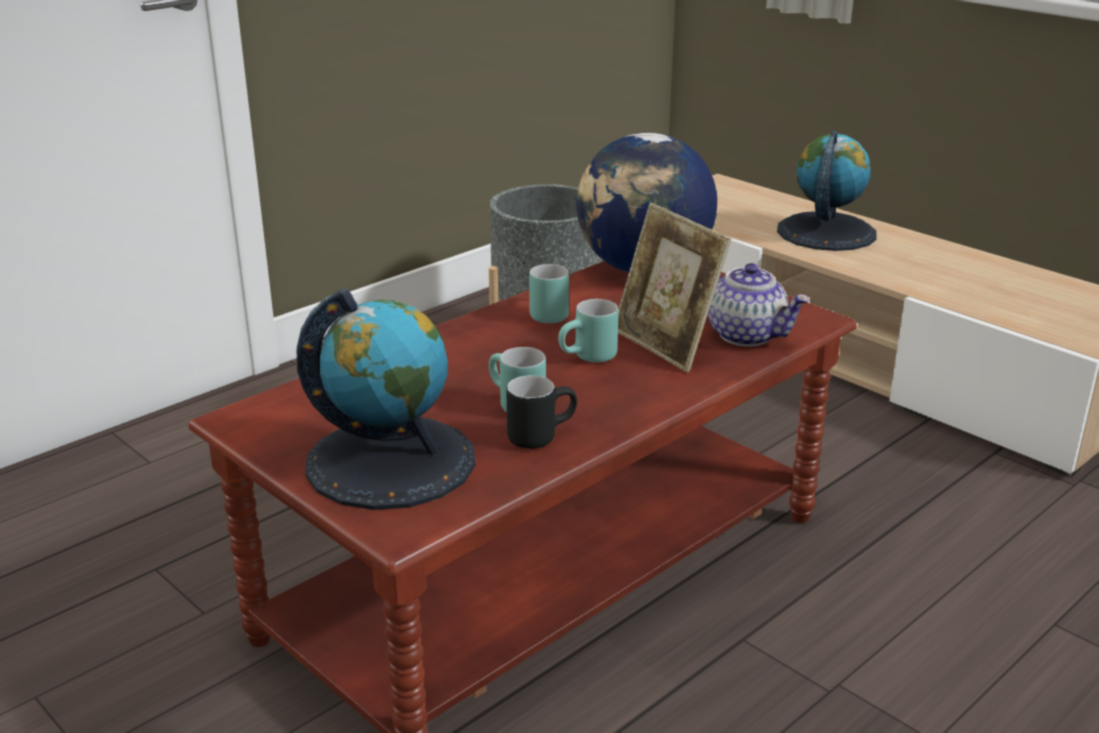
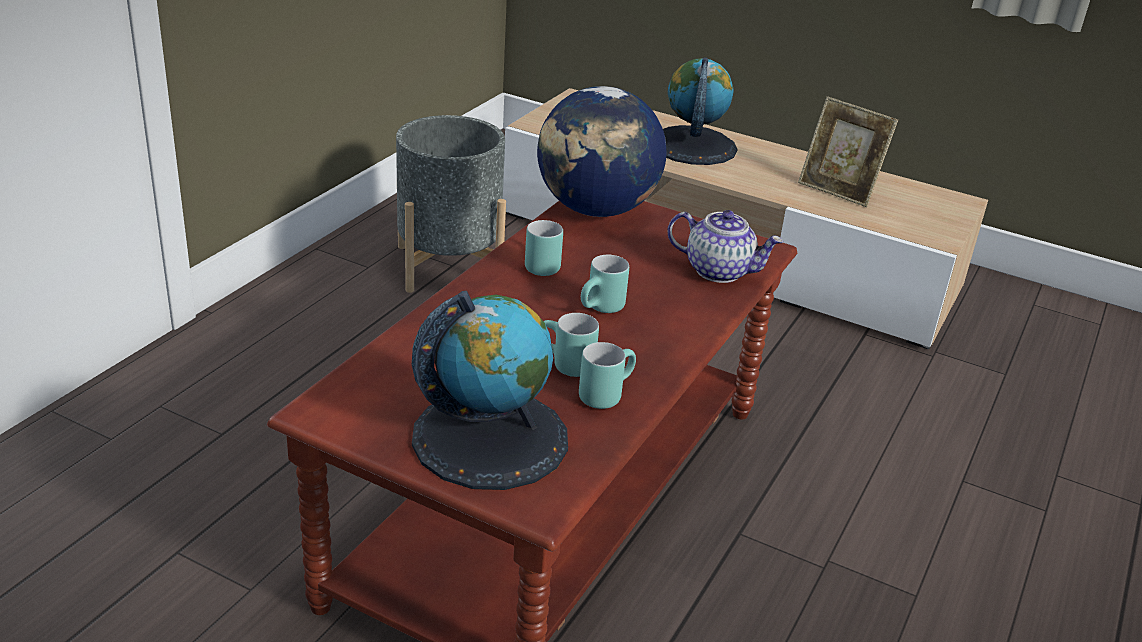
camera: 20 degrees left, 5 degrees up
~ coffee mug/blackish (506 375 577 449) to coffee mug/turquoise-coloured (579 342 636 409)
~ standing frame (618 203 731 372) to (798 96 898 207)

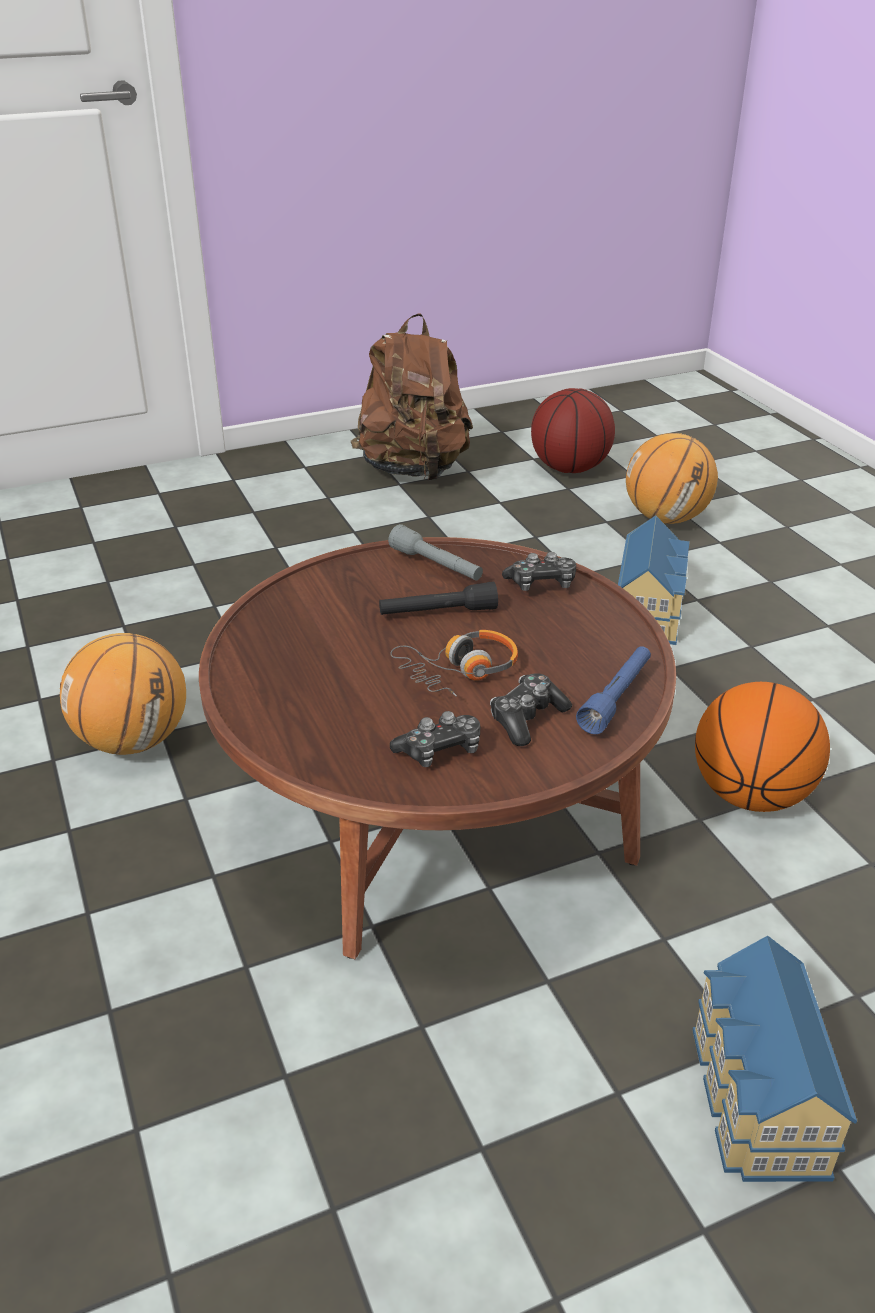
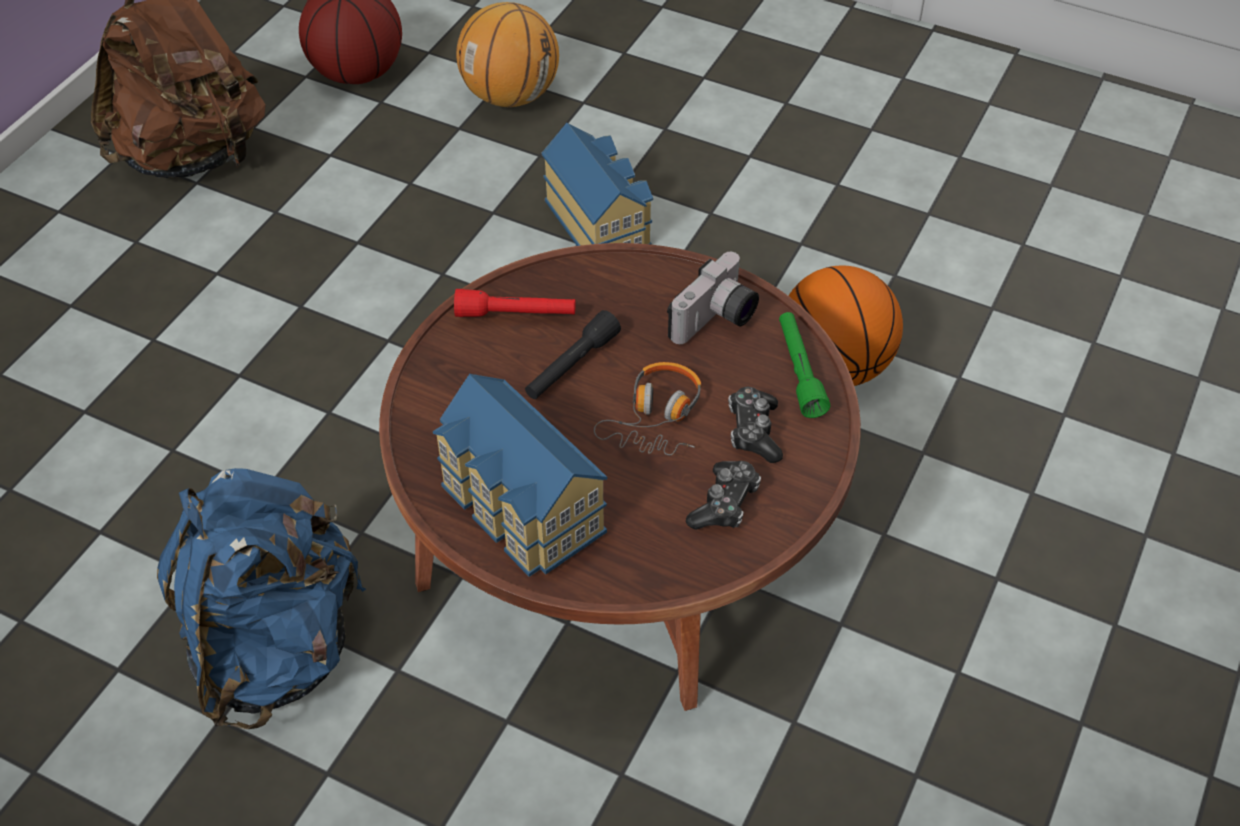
camera: 40 degrees left, 15 degrees up
~ ball for basketball (60 633 186 755) to rucksack/bluish (157 468 366 729)
~ hand torch/grey (388 524 483 581) to hand torch/reddish (454 289 576 317)
- joypad (502 552 576 591)
~ hand torch/bluish (576 646 651 734) to hand torch/greenish (779 312 830 418)
~ miniature house (692 936 857 1182) to (433 374 607 577)
+ photo camera (667 252 759 344)

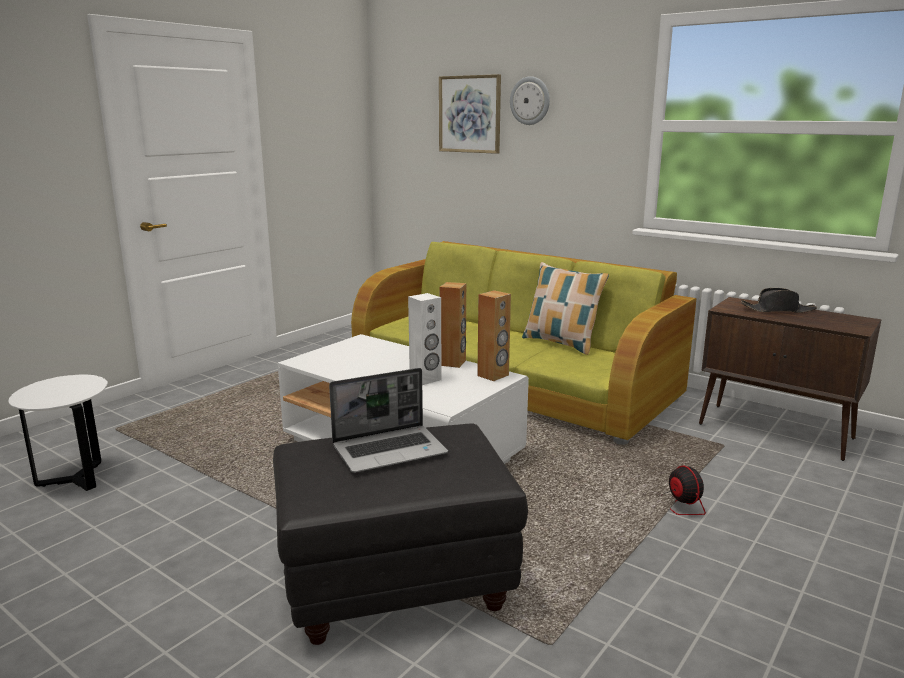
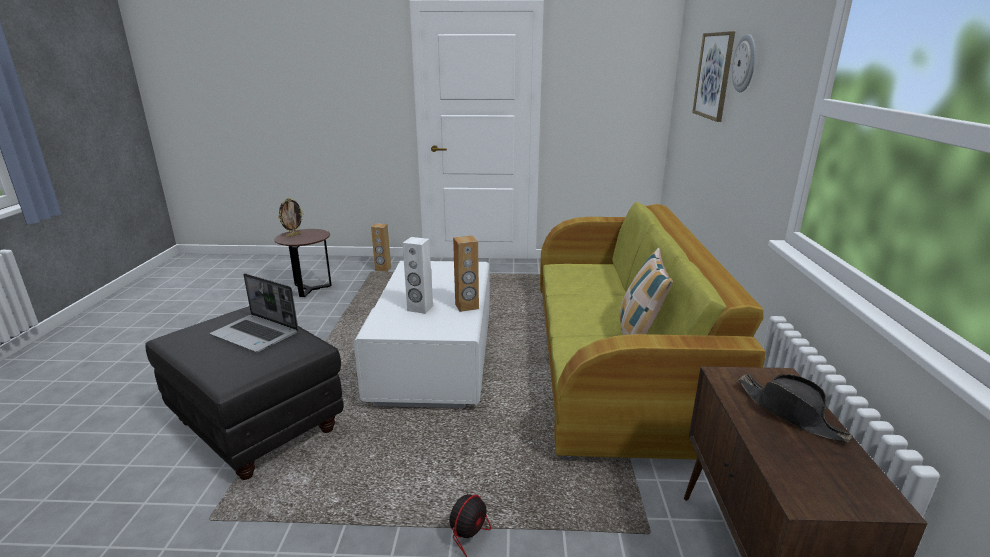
camera: 55 degrees right, 5 degrees up
~ end table/white (9 375 108 491) to end table/brown-coloured (274 229 331 297)
~ loudspeaker/brown-coloured (477 290 511 381) to (371 223 391 272)
+ standing frame (278 198 304 237)

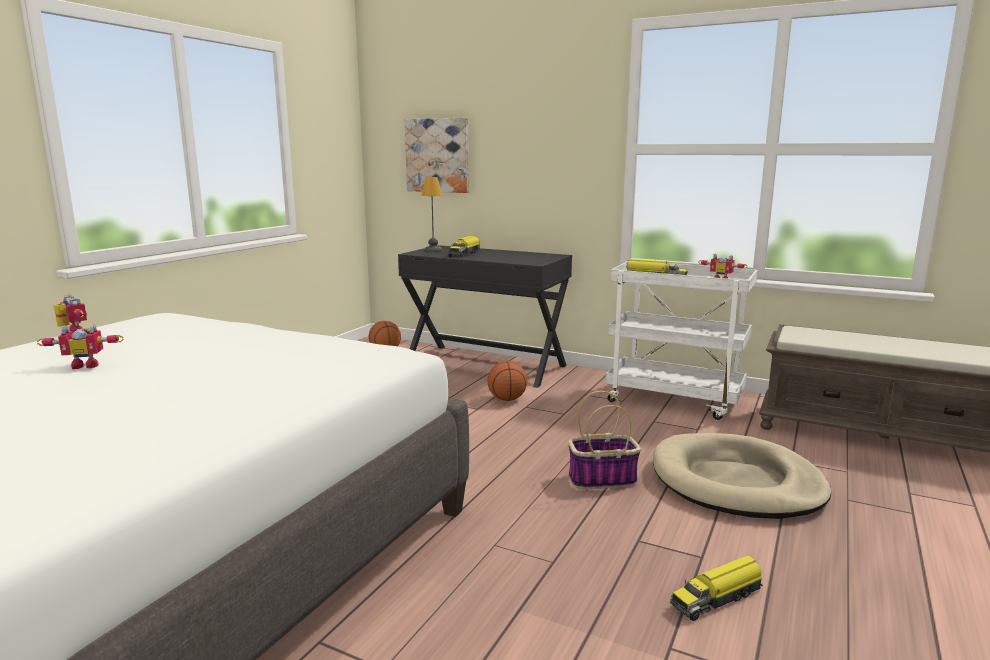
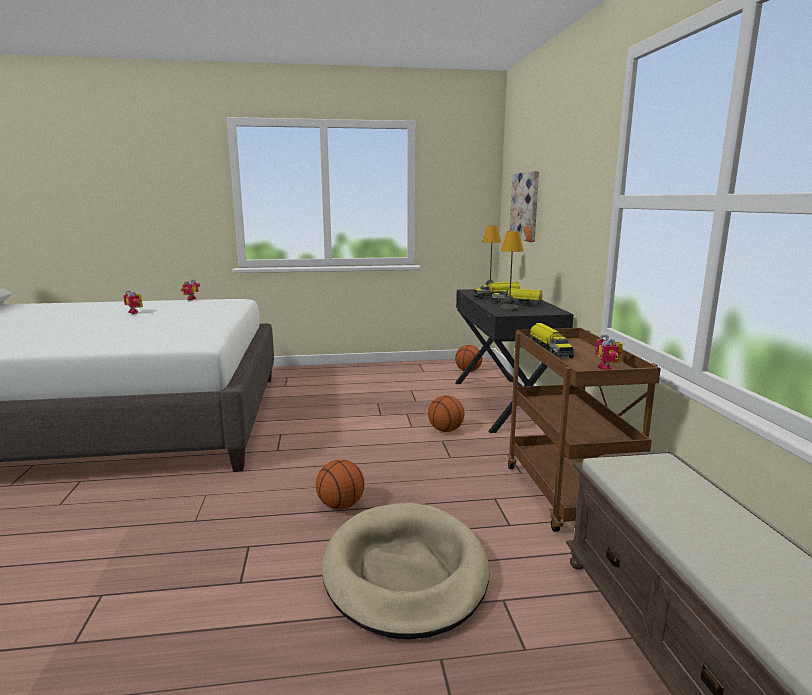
camera: 55 degrees right, 0 degrees up
~ household basket (568 391 641 489) to ball for basketball (316 459 365 509)
~ cart/white (606 262 758 420) to cart/brown-coloured (508 328 661 532)
~ toy lorry (670 555 763 621) to (491 288 544 307)
+ lamp for a table (500 231 524 311)

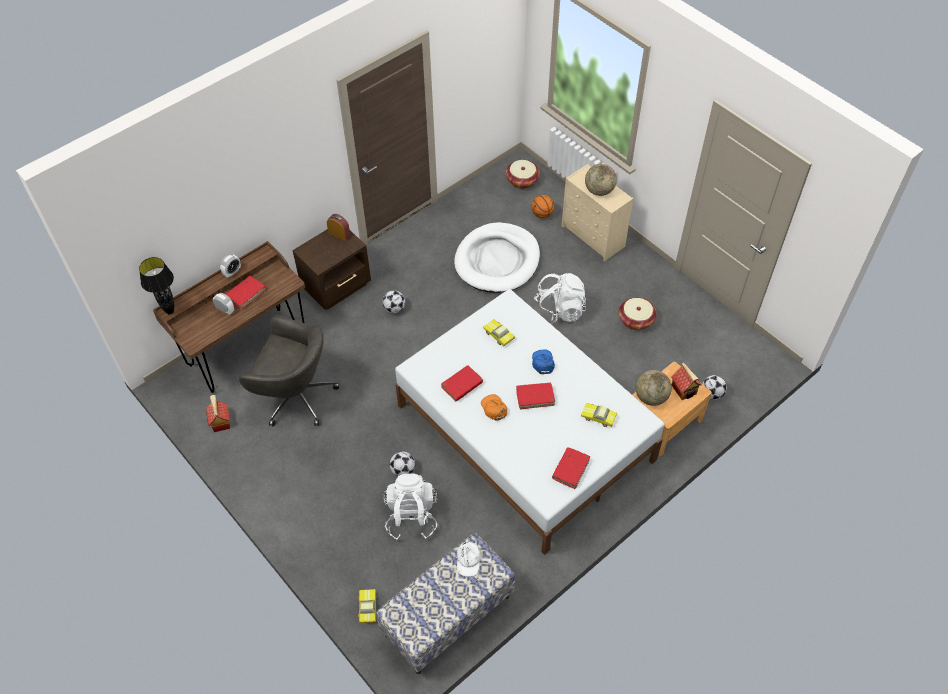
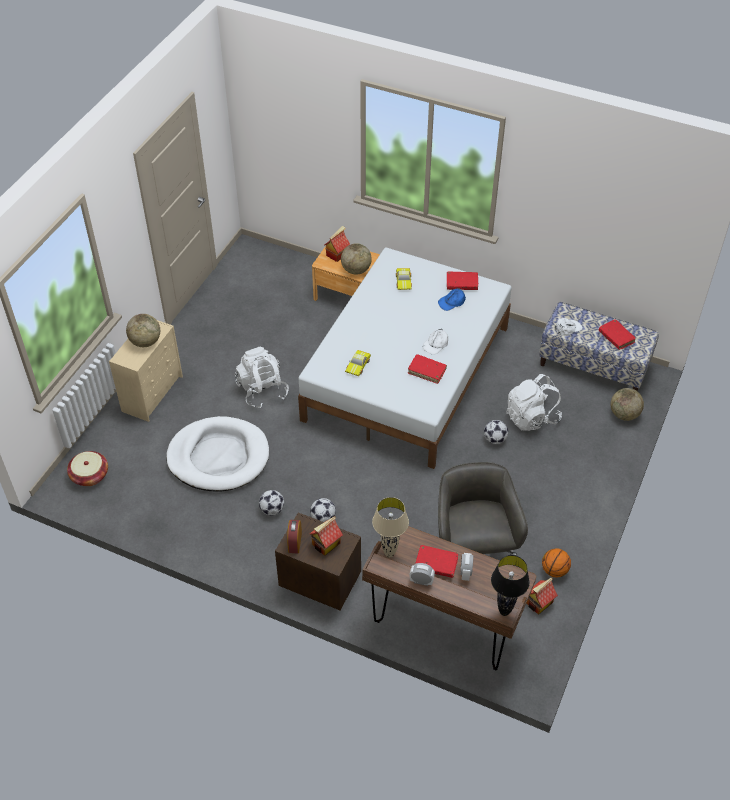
camera: 115 degrees left, 5 degrees down
~ model car (358 589 377 623) to desk globe (611 388 644 421)
~ peaked cap/orangey (481 394 507 421) to peaked cap/white (423 329 448 355)
~ bound book/reddish (516 383 555 409) to (599 319 636 349)
~ ball for basketball (531 195 555 218) to (542 548 571 578)
~ peaked cap/bluish (532 349 555 374) to (438 288 466 311)
- household basket (619 297 657 330)
~ ball for football (702 375 727 400) to (259 490 284 516)
+ miniature house (310 516 343 556)
+ lamp for a table/beige (372 497 409 557)

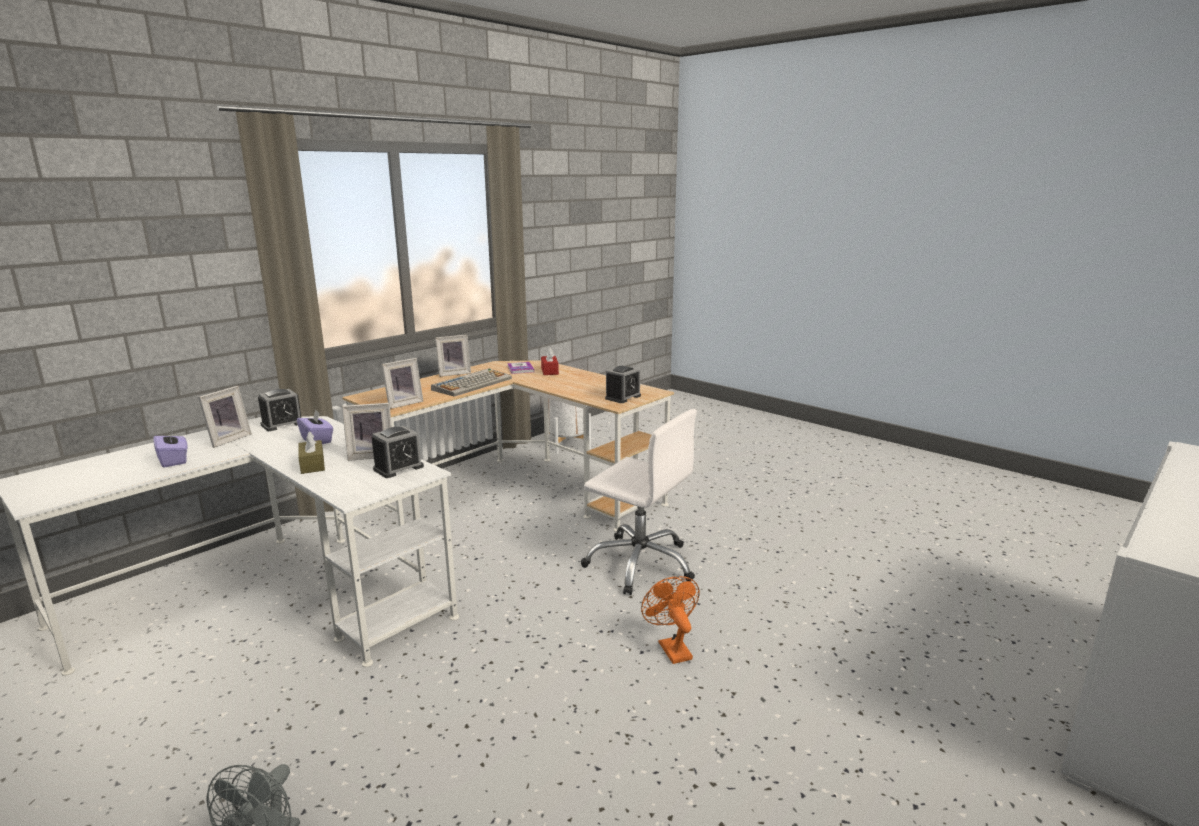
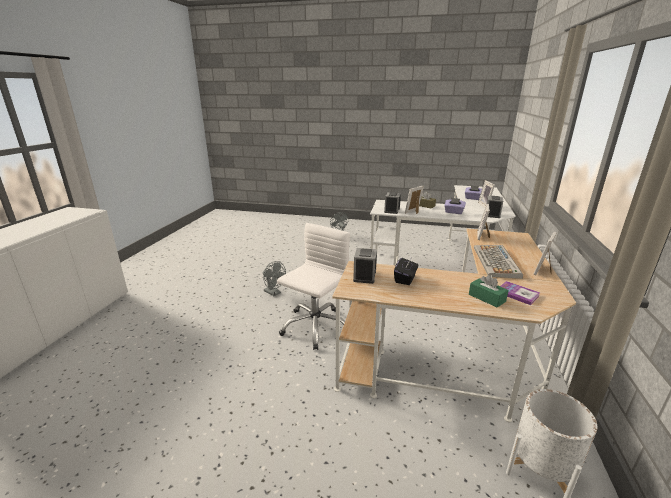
camera: 150 degrees right, 5 degrees up
~ box of tissues/reddish (541 348 559 375) to box of tissues/greenish (469 275 509 307)
~ desk chair/white (581 409 697 595) = (277 223 350 350) 120 degrees clockwise
~ electric fan/orangey (641 576 700 664) to electric fan/grey (263 261 286 296)
+ box of tissues/blackish (394 256 418 285)

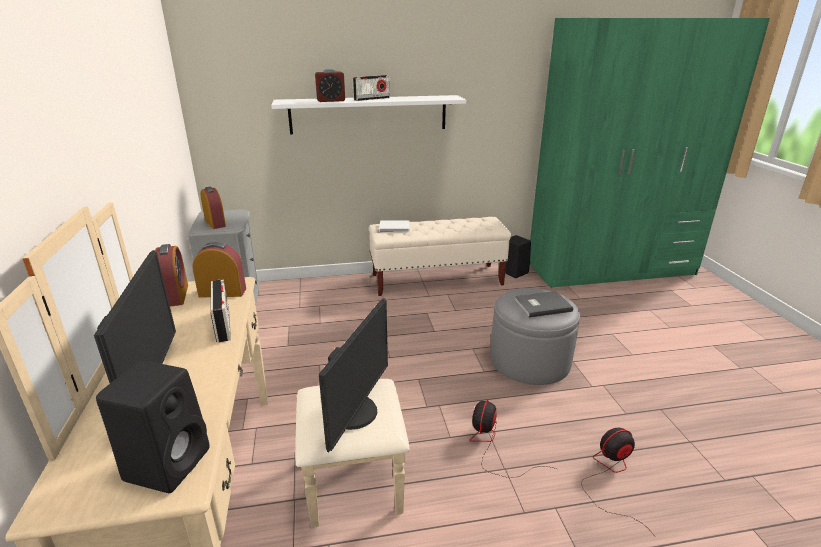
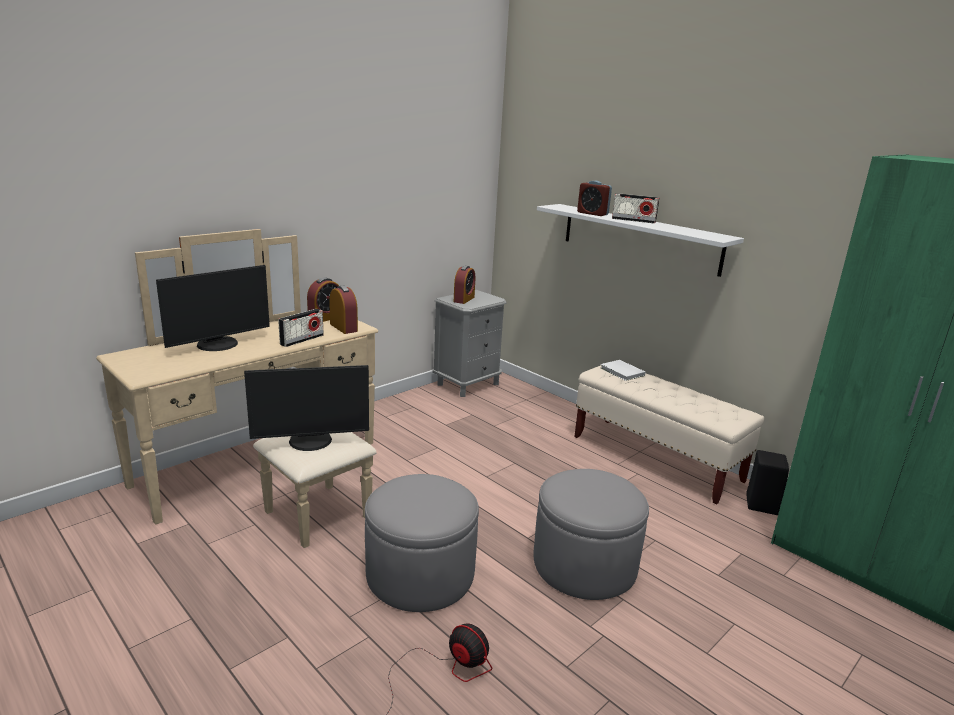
camera: 55 degrees right, 5 degrees down
- loudspeaker/blackish (96 360 210 493)
~ electric fan (469 400 556 478) to pouffe/grey (365 474 479 612)
- bound book/grey (514 291 573 318)

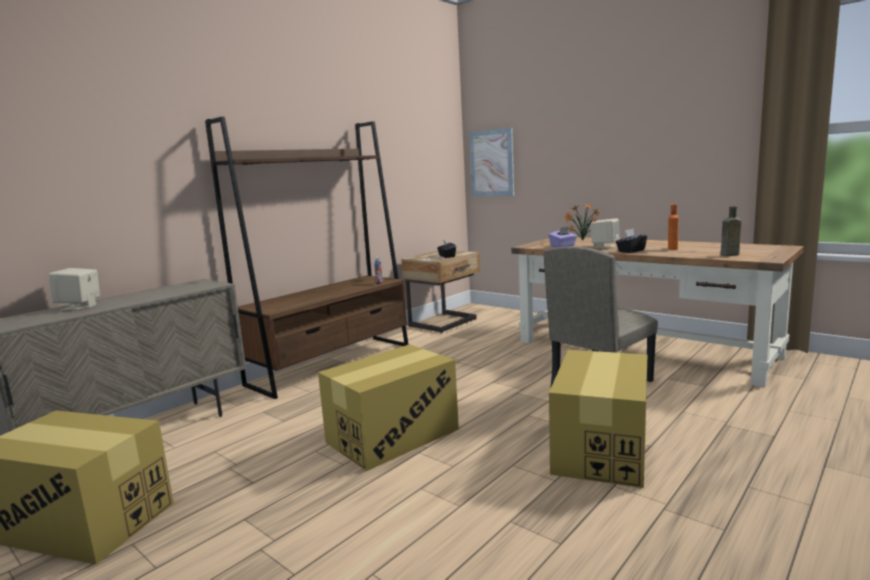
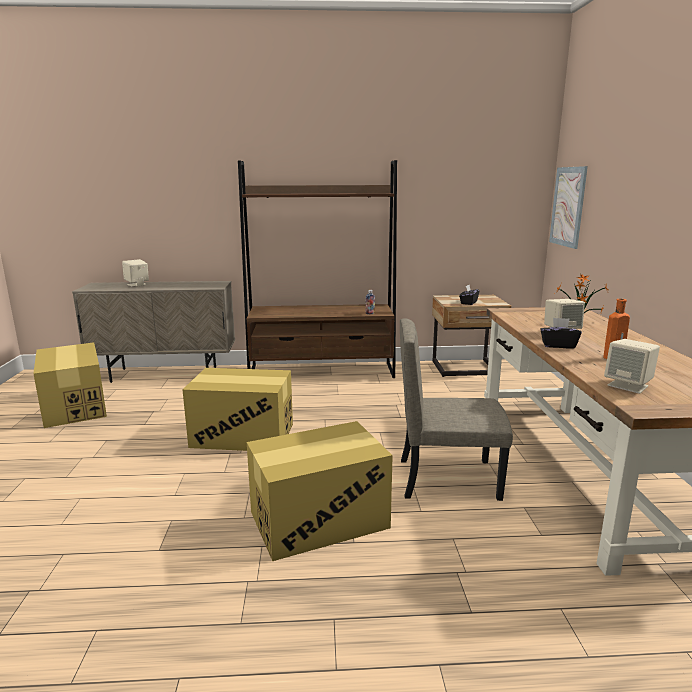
camera: 45 degrees right, 5 degrees up
- box of tissues/purple (549 227 577 248)
~ beverage bottle/brown-coloured (720 206 742 256) to loudspeaker/beige (604 339 660 394)

